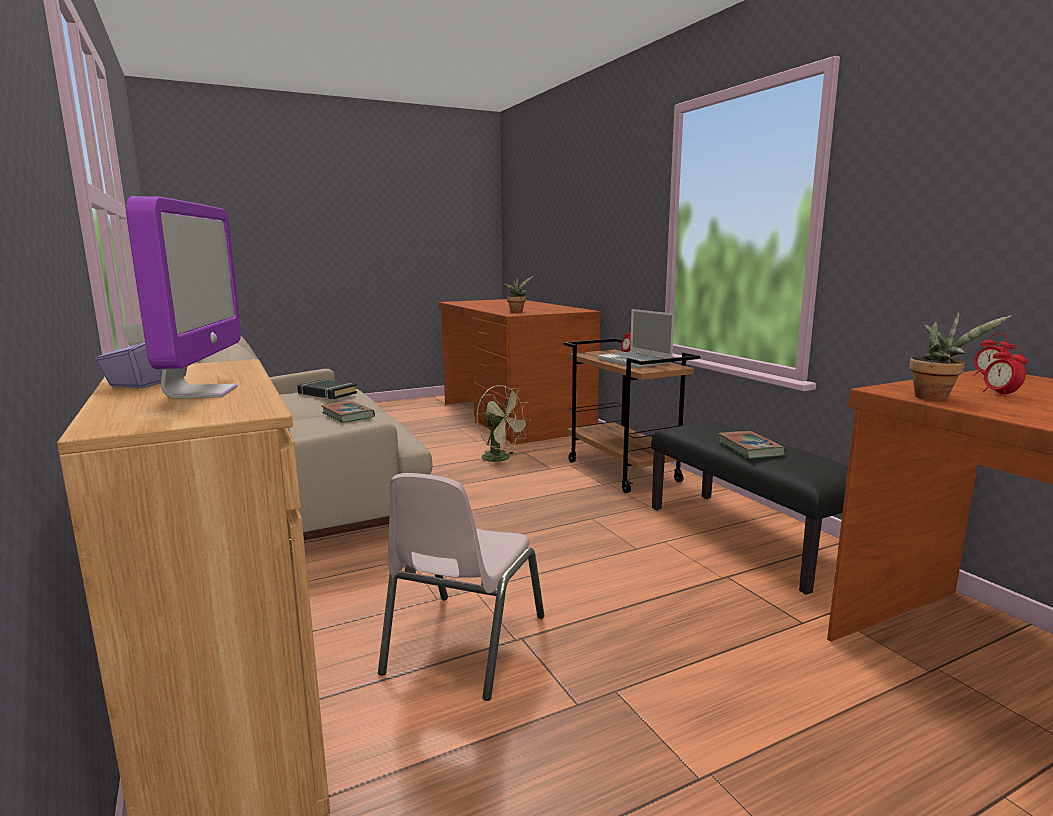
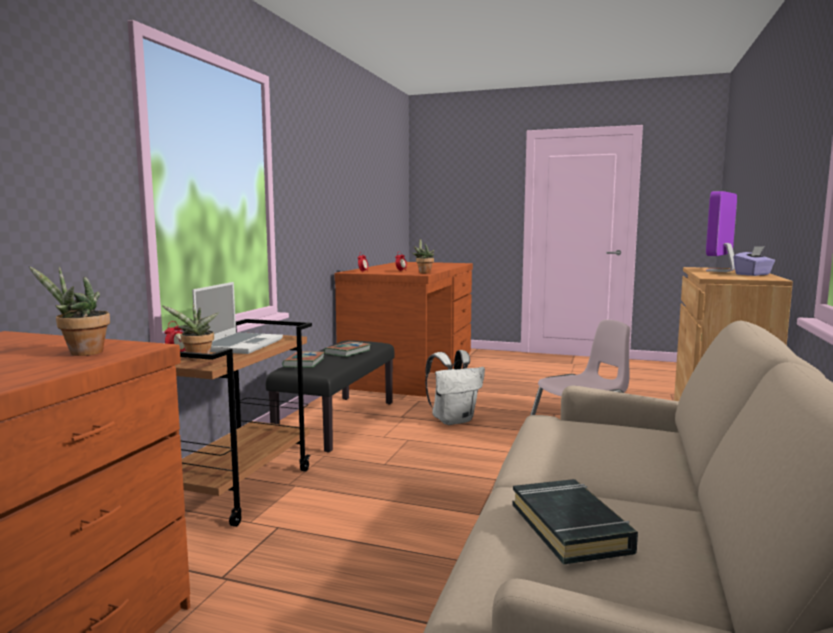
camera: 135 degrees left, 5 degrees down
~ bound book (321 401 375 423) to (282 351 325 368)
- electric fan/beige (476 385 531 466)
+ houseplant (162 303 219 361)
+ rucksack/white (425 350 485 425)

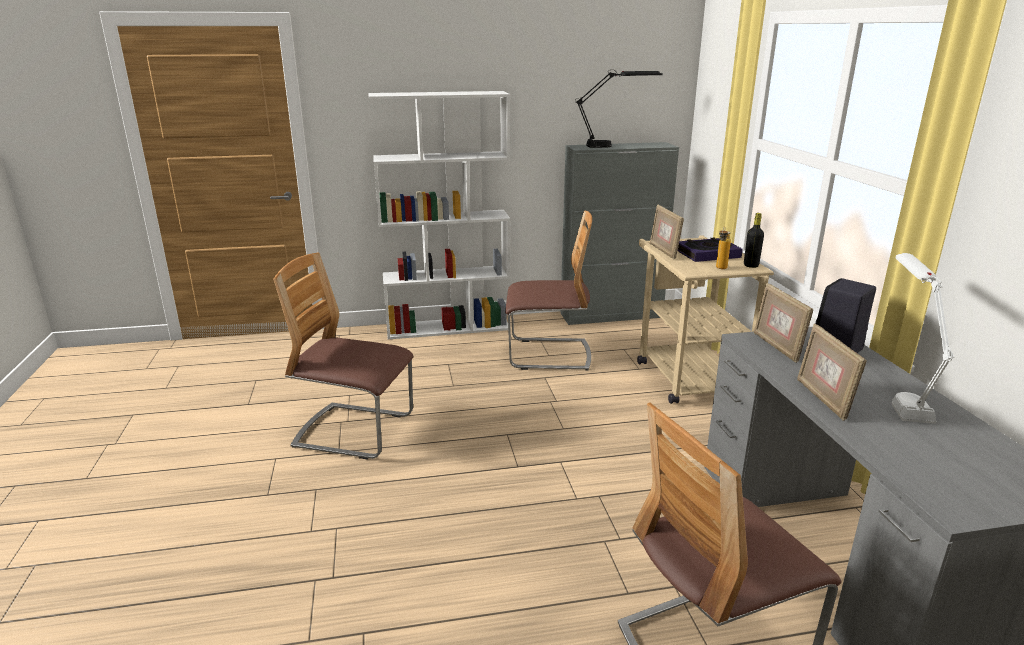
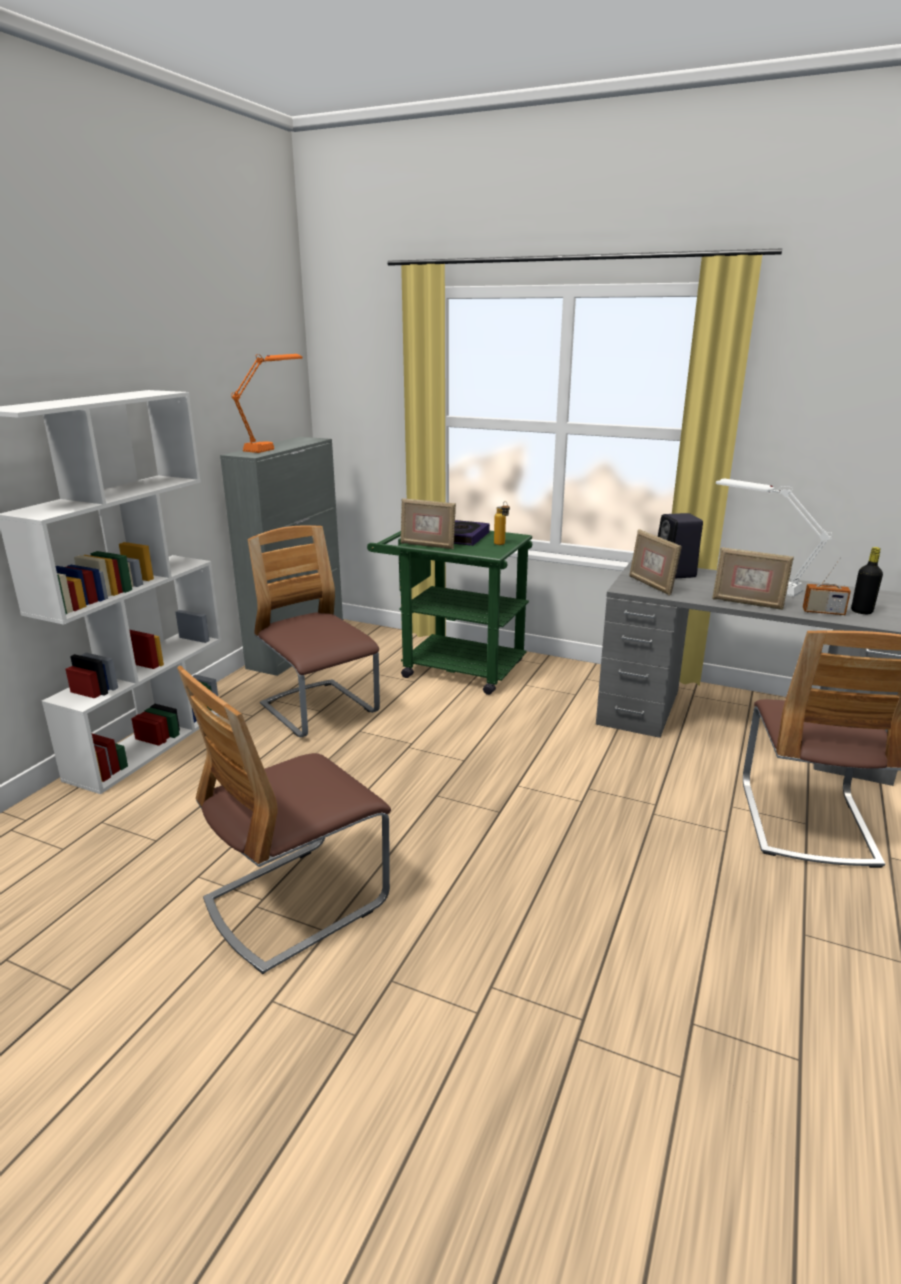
camera: 55 degrees left, 0 degrees up
~ chair (505 210 592 370) = (248 525 380 738) 75 degrees counterclockwise
~ lamp for a table/blackish (575 70 663 148) to lamp for a table/orangey (231 354 303 453)
~ cart/beige (637 235 774 404) to cart/greenish (367 531 532 695)
~ beverage bottle/blackish (744 213 764 268) to (851 547 883 614)
~ standing frame (754 283 813 363) = (629 529 682 596) 45 degrees clockwise
+ radio set (803 557 851 615)

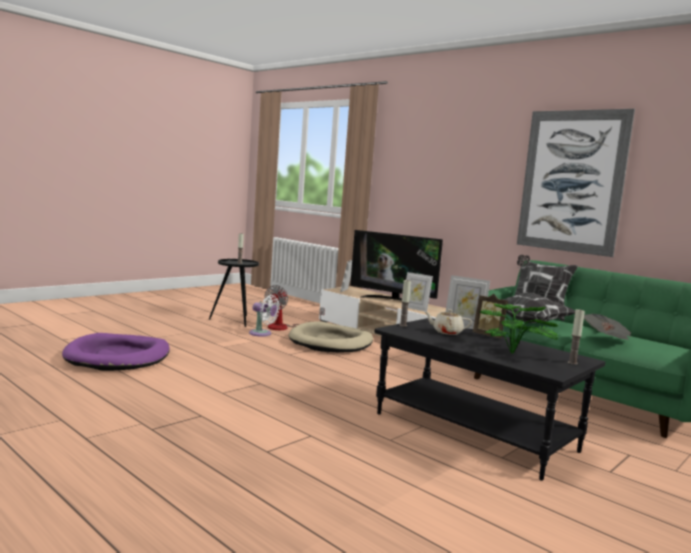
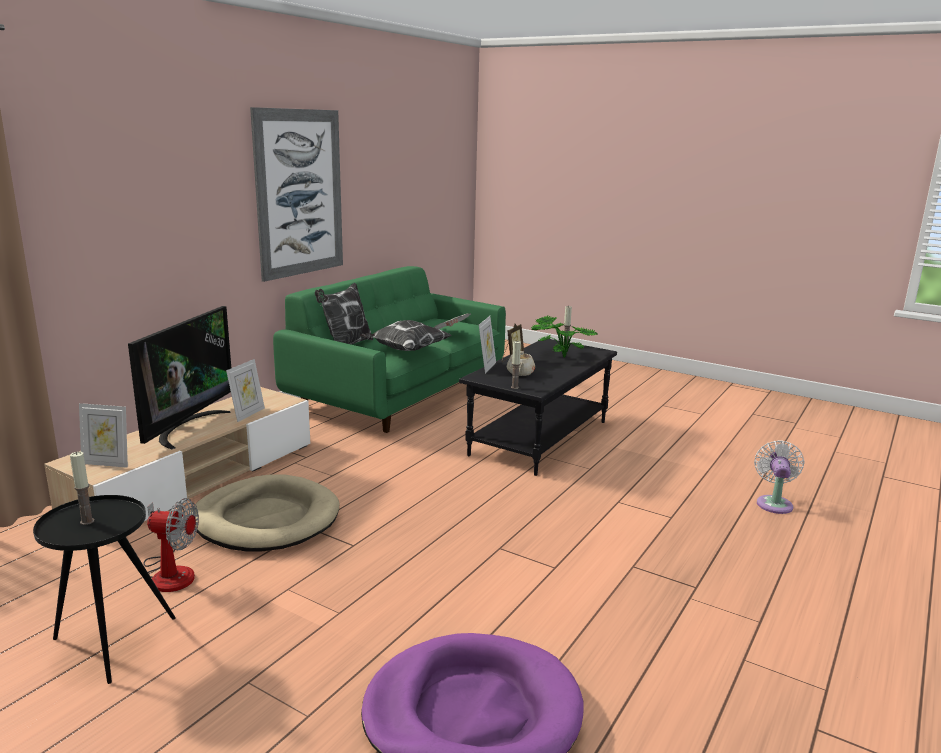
camera: 100 degrees left, 10 degrees up
~ electric fan/white (249 295 280 337) to (754 440 805 514)

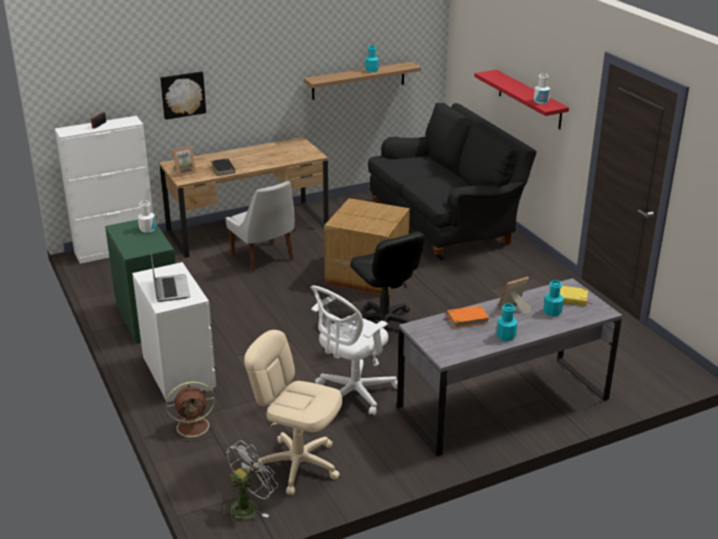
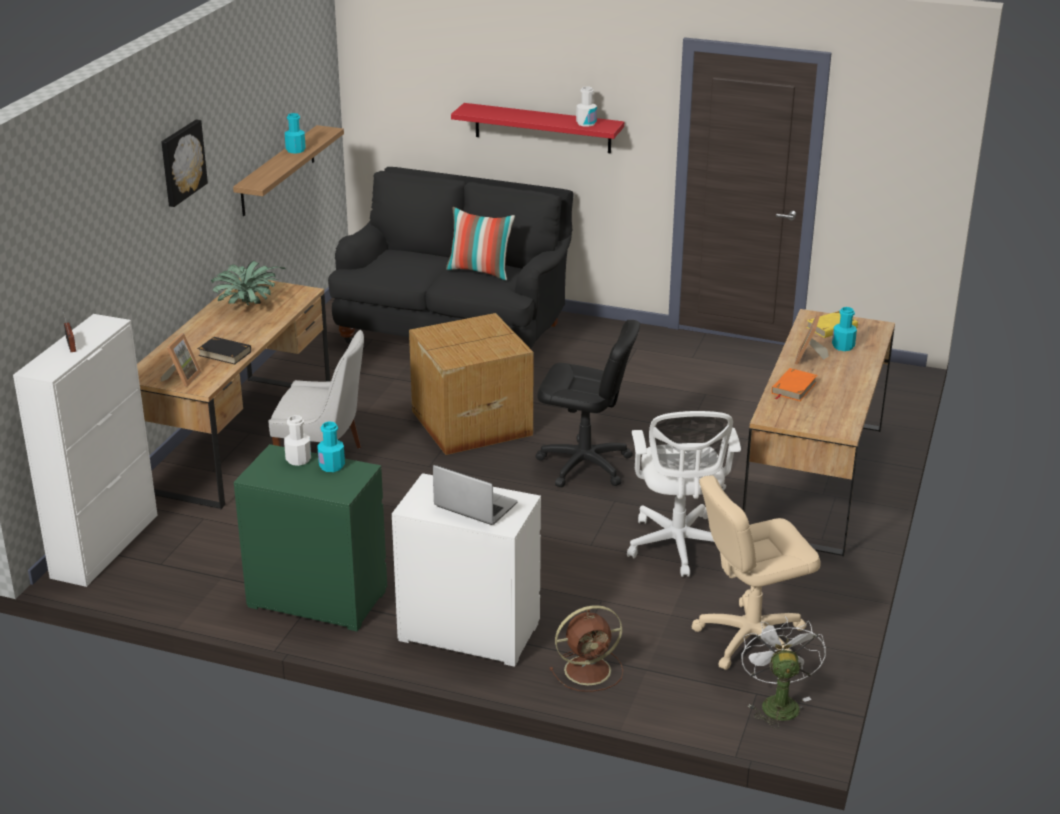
camera: 45 degrees left, 0 degrees up
~ wall art (160 71 206 120) to (161 120 208 207)
~ electric fan/brown-coloured (166 381 218 442) = (549 605 623 692) 45 degrees clockwise
~ desk/grey (397 278 622 457) to desk/brown-coloured (743 309 895 557)
~ beverage bottle/turquoise-coloured (496 303 517 341) to (317 422 345 472)
+ houseplant (211 261 286 305)
+ pillow (446 207 515 280)

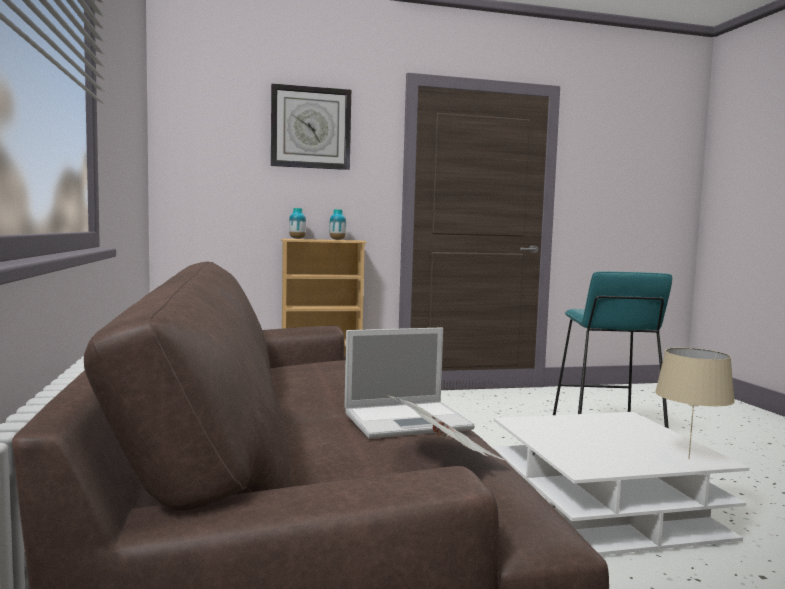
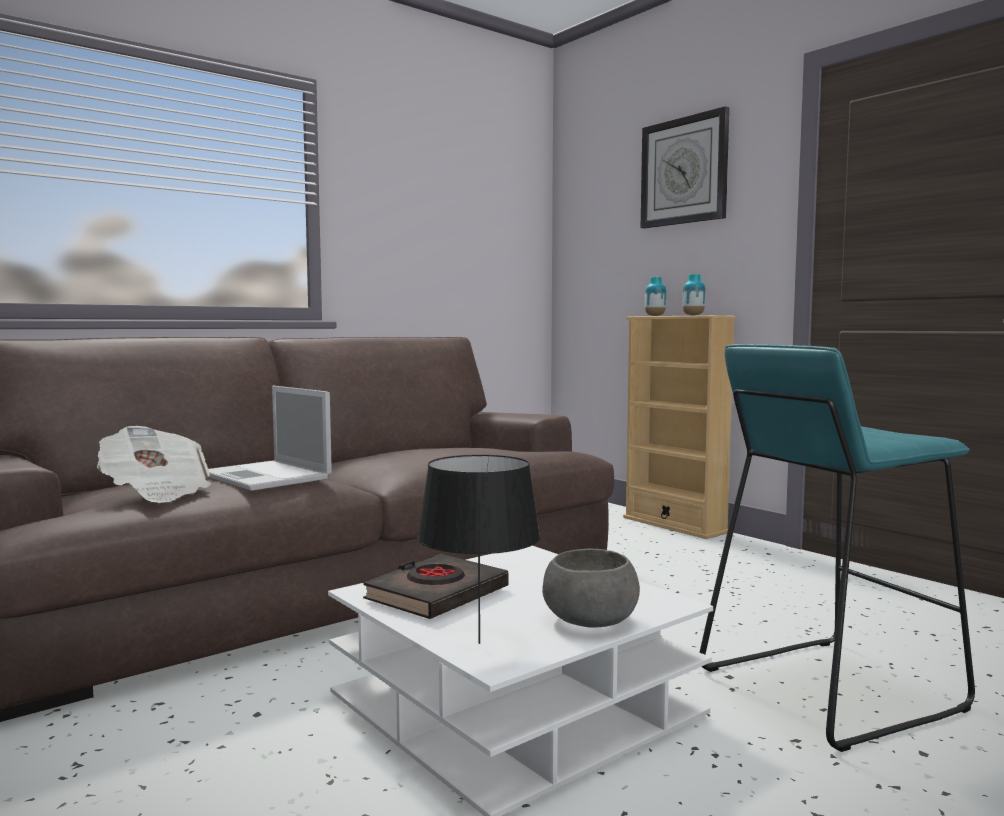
camera: 65 degrees right, 0 degrees up
~ lamp for a table/beige (655 348 735 460) to lamp for a table/blackish (417 455 540 644)
+ bound book/blackish (363 554 509 619)
+ deep dish/grey (542 548 640 627)

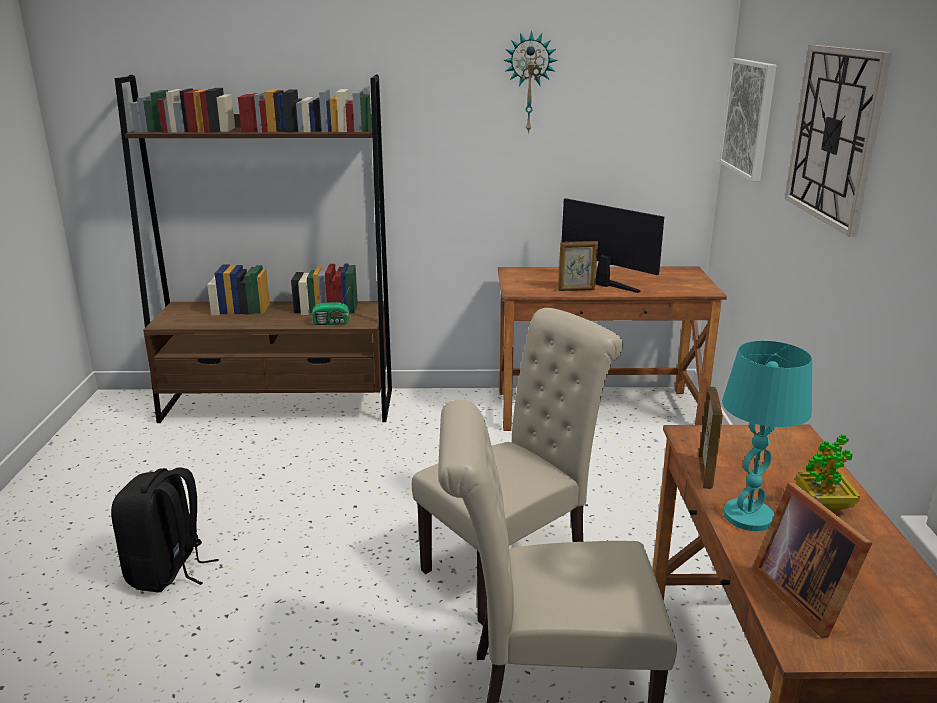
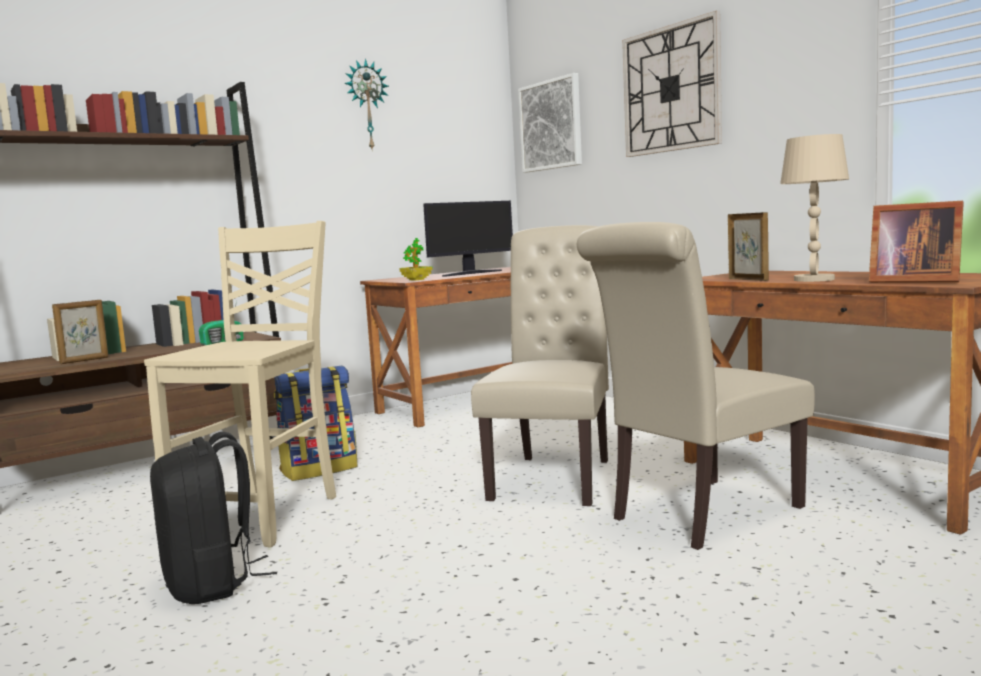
camera: 35 degrees left, 15 degrees down
~ standing frame (558 241 598 291) to (52 300 109 364)
~ computer display (562 198 664 293) = (423 201 513 277) 135 degrees clockwise
~ lamp for a table/turquoise-coloured (722 341 812 531) to lamp for a table/beige (780 134 849 282)
~ houseplant (795 434 860 510) to (399 238 433 281)
+ chair/beige (144 221 336 547)
+ rucksack (274 365 357 481)

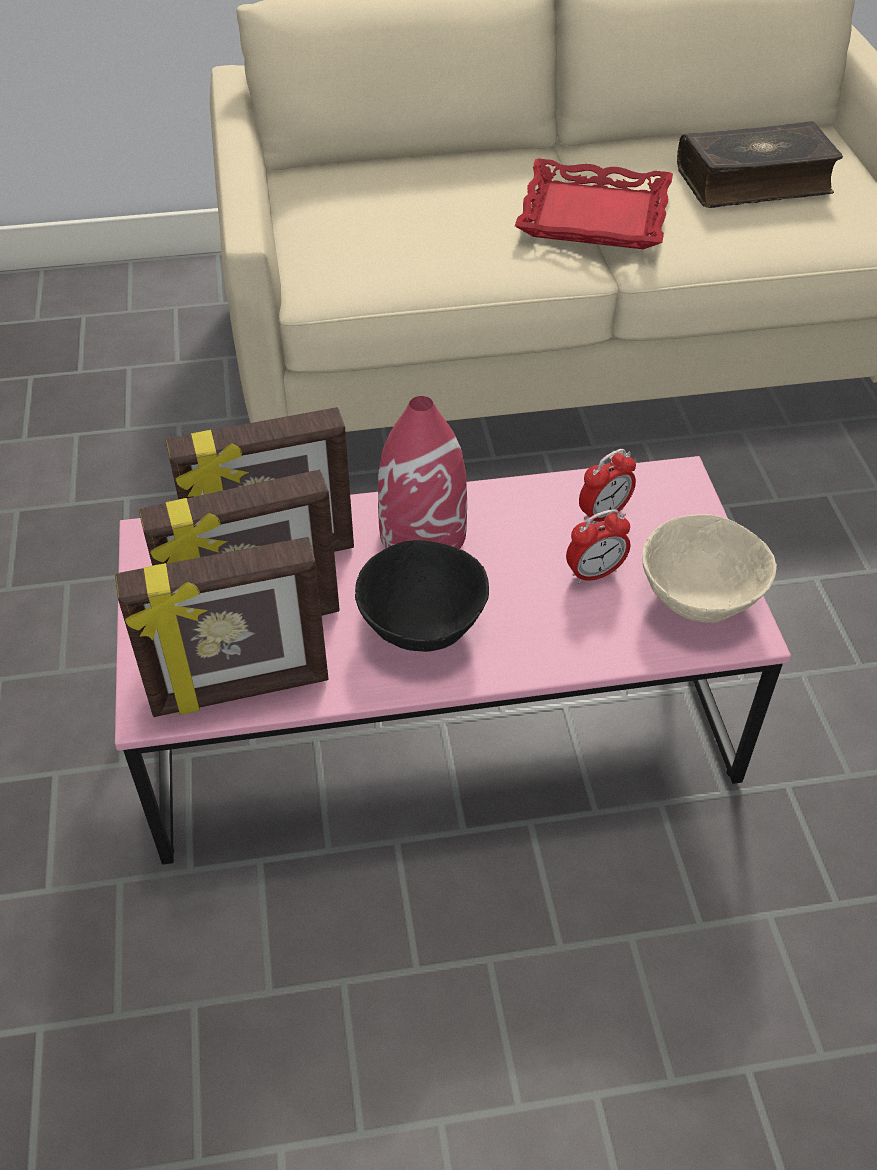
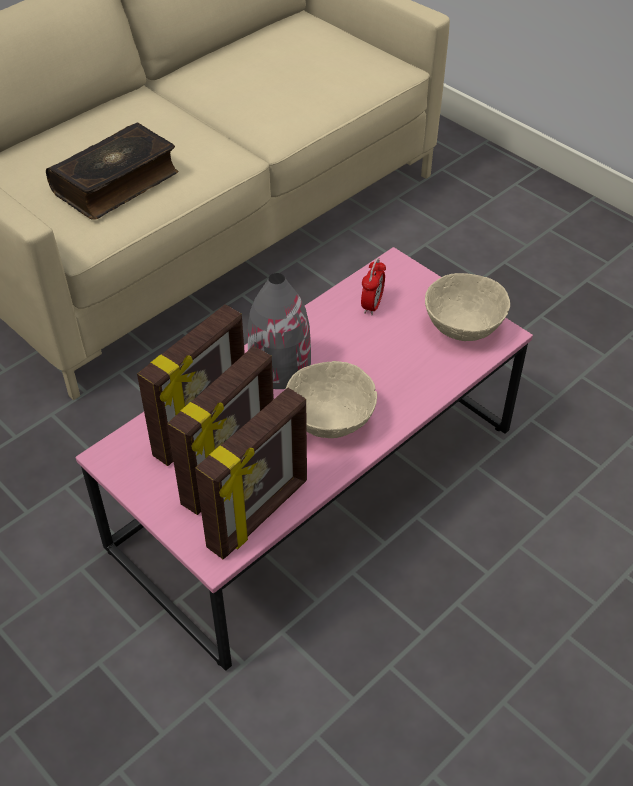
camera: 35 degrees left, 0 degrees up
~ deep dish/blackish (355 540 489 652) to deep dish/beige (286 361 377 438)
~ decorative vase/reddish (378 396 467 549) to decorative vase/grey (248 273 311 389)
- tray/reddish (515 159 673 249)
- table clock (566 509 630 584)
~ bound book (677 121 843 208) to (46 123 179 220)

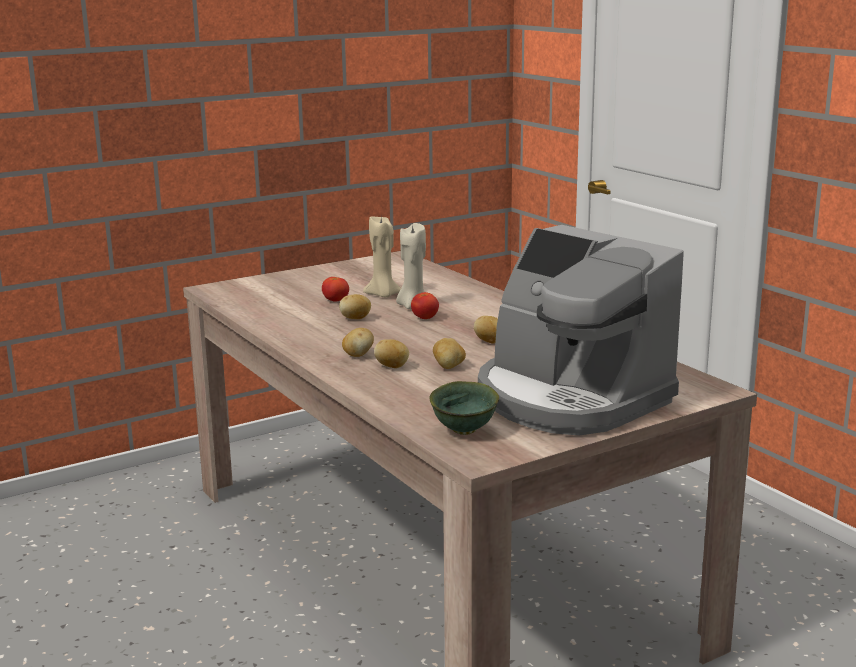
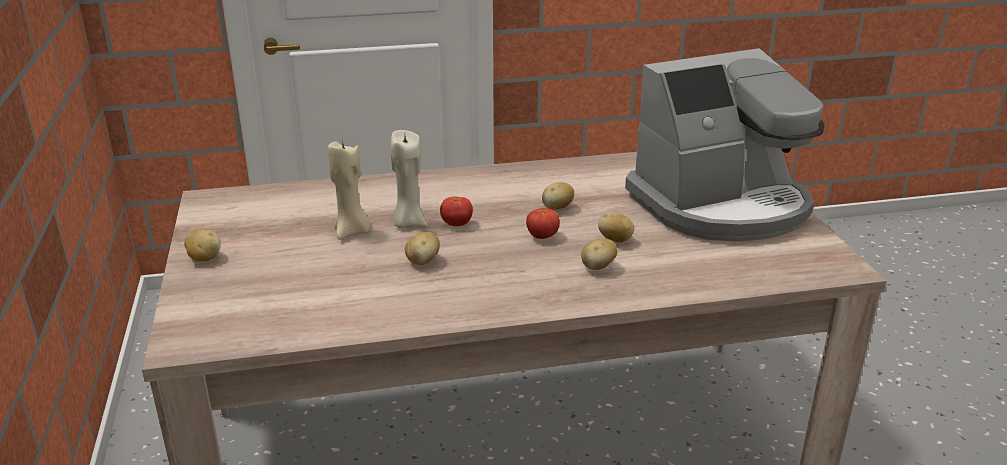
camera: 70 degrees left, 10 degrees up
~ fresh tomato (322 277 349 302) to (526 208 560 239)
~ whole potato (342 328 374 357) to (184 228 221 262)
- deep dish/greenish (429 381 499 435)

